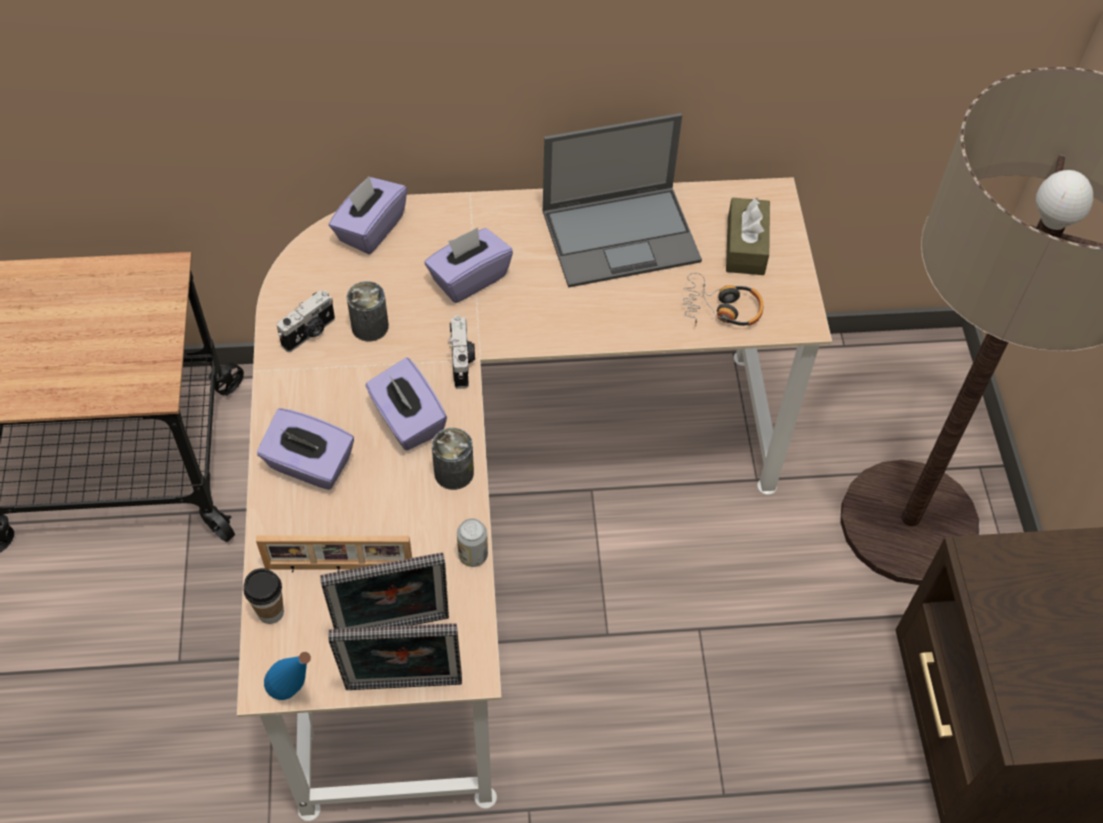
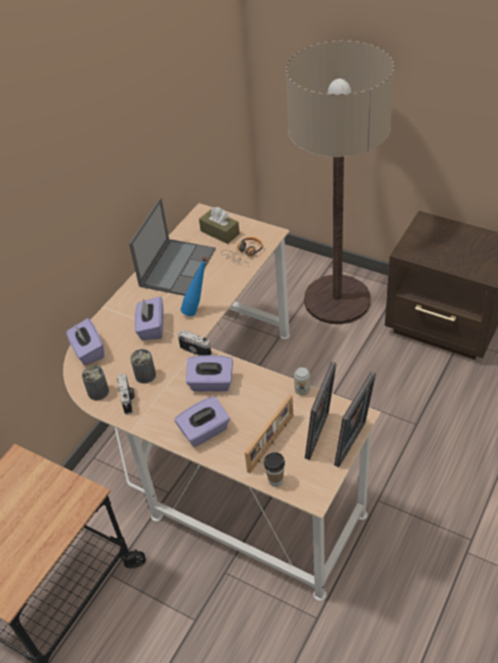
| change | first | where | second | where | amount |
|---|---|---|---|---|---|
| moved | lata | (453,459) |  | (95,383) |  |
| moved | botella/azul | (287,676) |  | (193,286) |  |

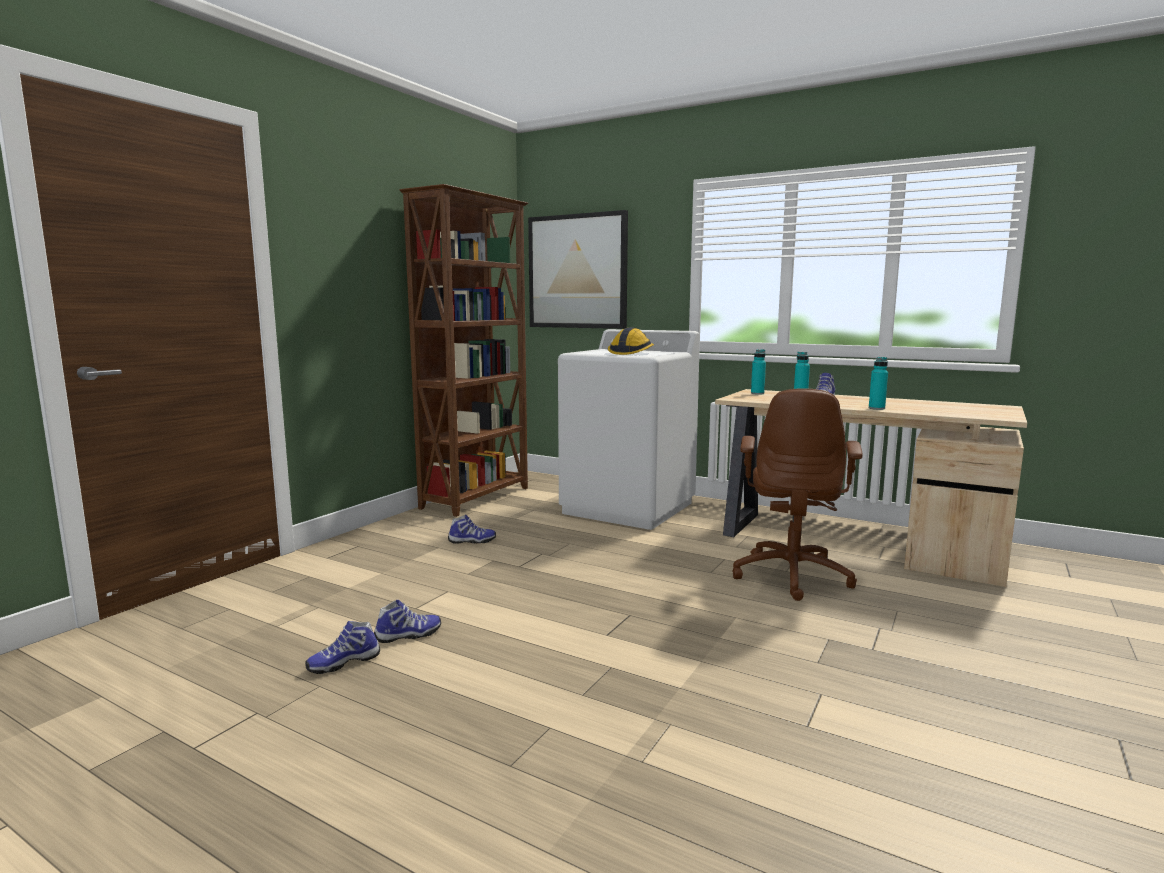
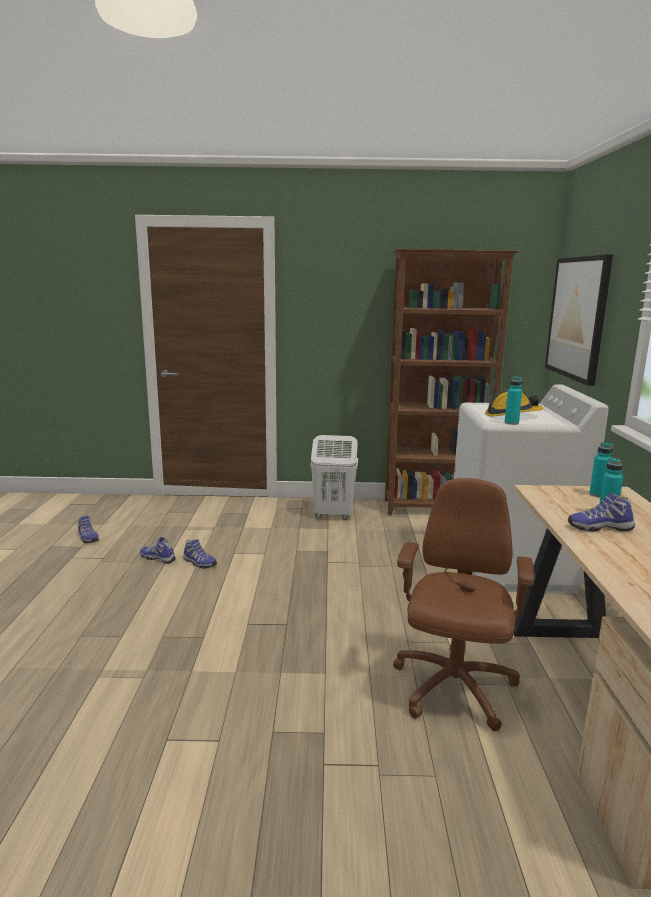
| change | first | where | second | where | amount |
|---|---|---|---|---|---|
| moved | zapato | (472,529) |  | (88,529) |  |
| added |  |  | cesto de la ropa/blanco | (334,477) |  |
| turned | silla de oficina/marrón | (797,494) |  | (463,604) | 120 degrees clockwise |
| moved | botella/turquesa | (878,383) |  | (514,401) |  |

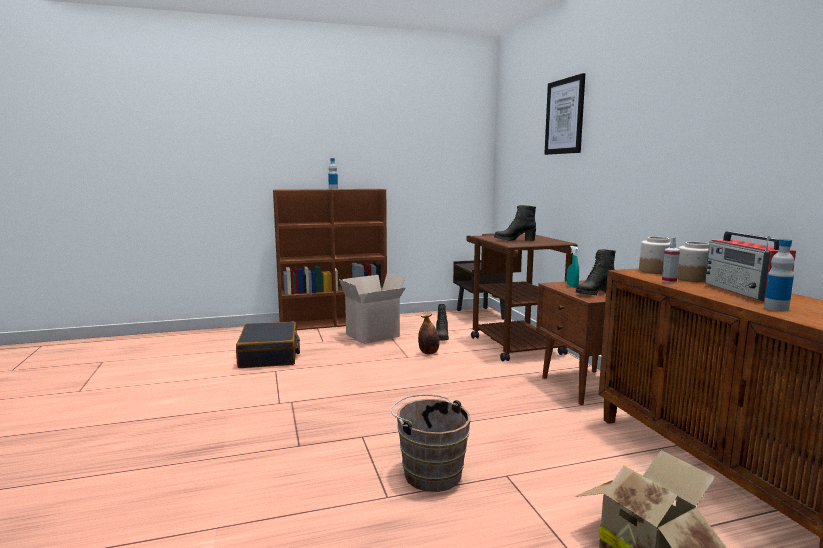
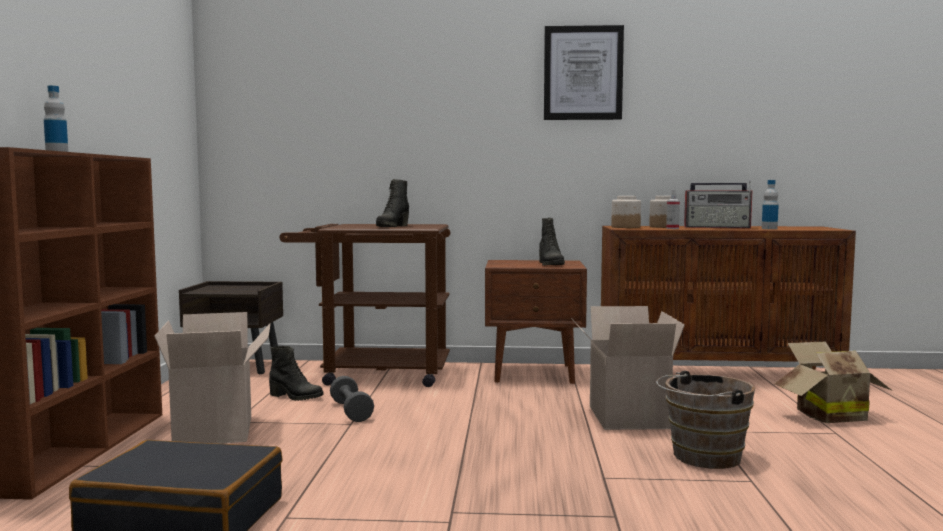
| change | first | where | second | where | amount |
|---|---|---|---|---|---|
| replaced | botella | (428,333) | mancuerna/gris | (352,399) |  |
| moved | cuadro | (564,114) |  | (584,72) |  |
| added |  |  | caja de cartón | (628,368) |  |
| removed | pulverizador/turquesa | (572,267) |  |  |  |

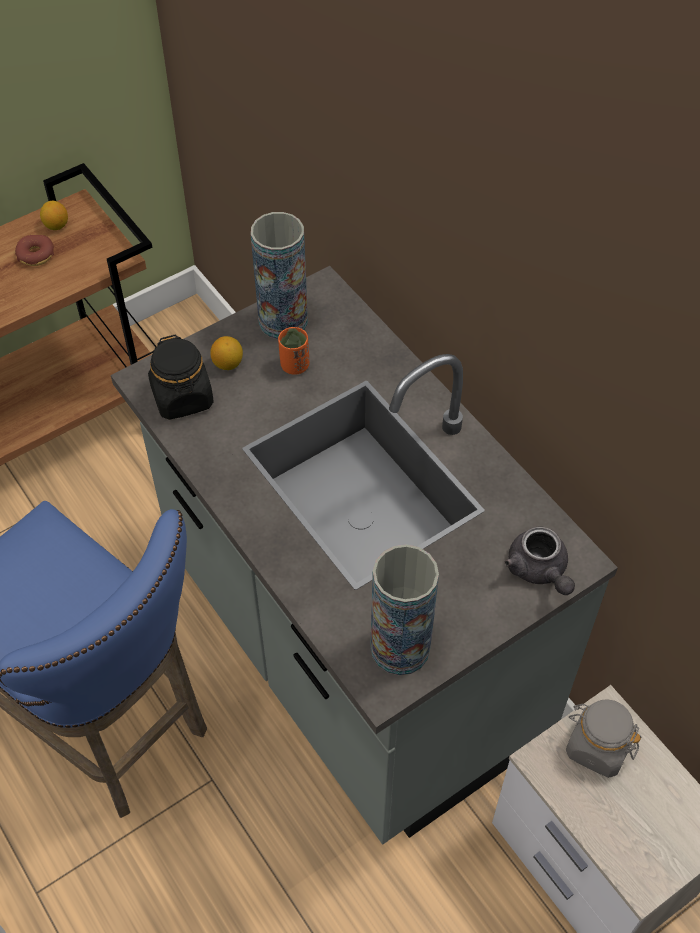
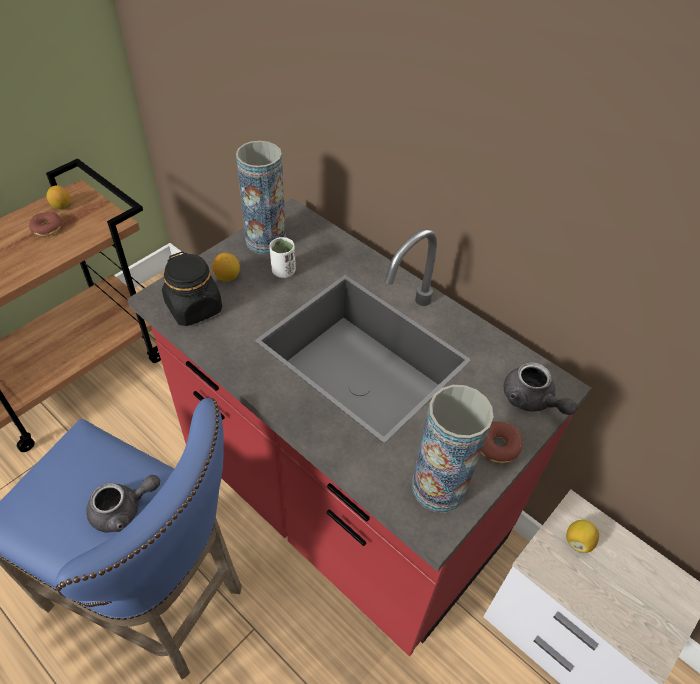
| change | first | where | second | where | amount |
|---|---|---|---|---|---|
| added |  |  | tetera/gris | (123,503) |  |
| recoloured | mueble bajo de cocina/gris | (364,555) | mueble bajo de cocina/rojo | (359,427) |  |
| recoloured | taza/naranja | (293,351) | taza/blanco | (282,257) |  |
| added |  |  | rosquilla | (502,442) |  |
| replaced | tarro/gris | (604,738) | limón | (582,536) |  |

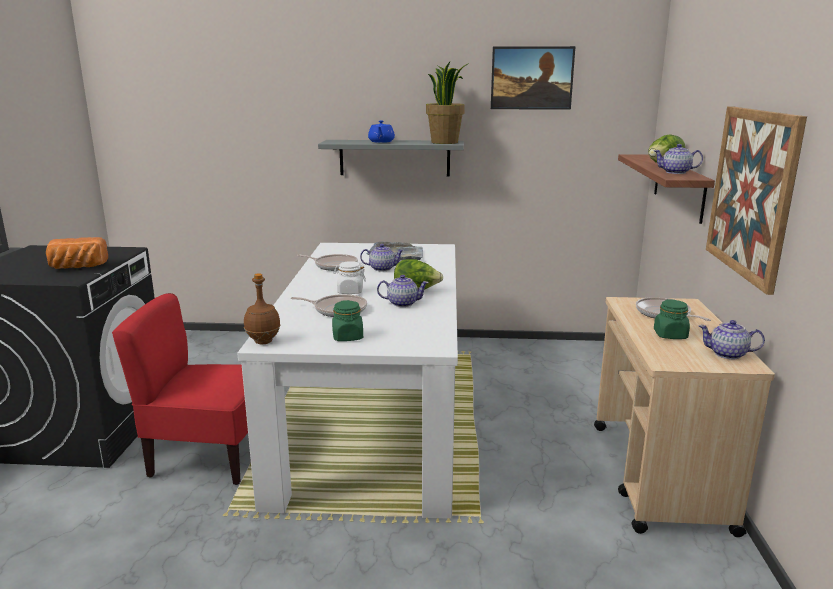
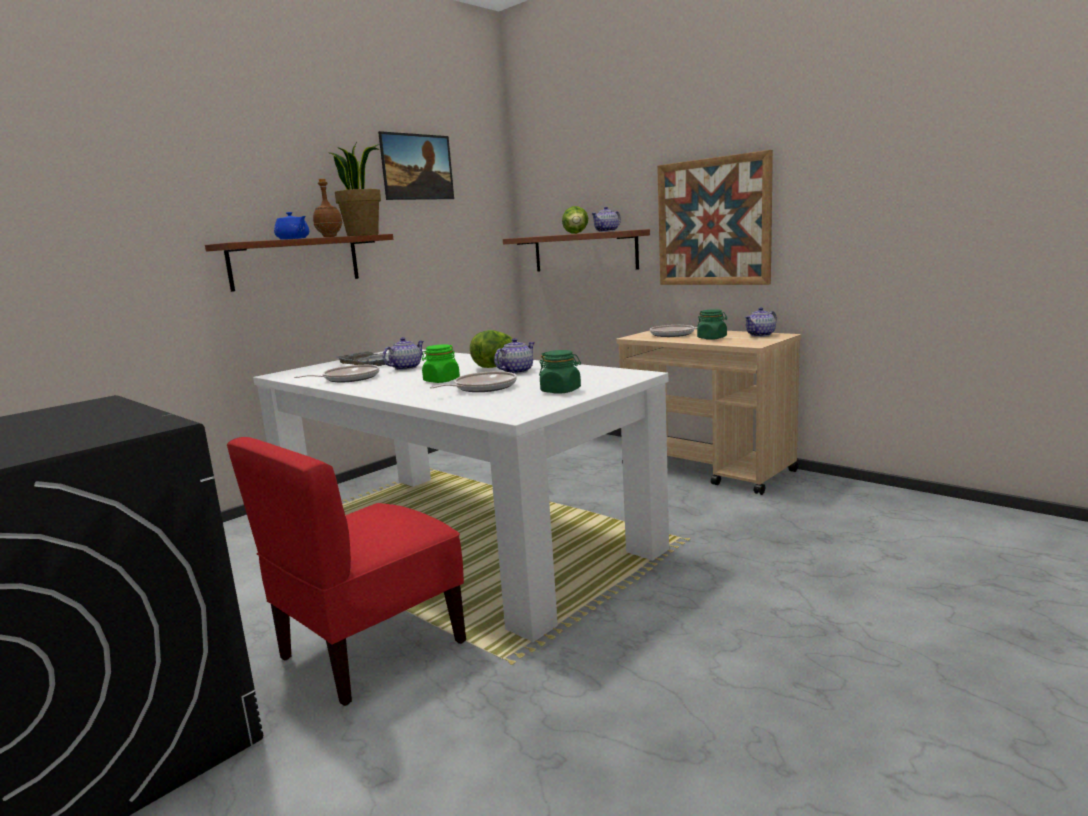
| change | first | where | second | where | amount |
|---|---|---|---|---|---|
| recoloured | estante/gris | (391,158) | estante/marrón | (299,263) |  |
| moved | botella/marrón | (262,308) |  | (328,208) |  |
| recoloured | tarro/blanco | (349,277) | tarro/verde | (441,363) |  |
| removed | pan | (77,253) |  |  |  |

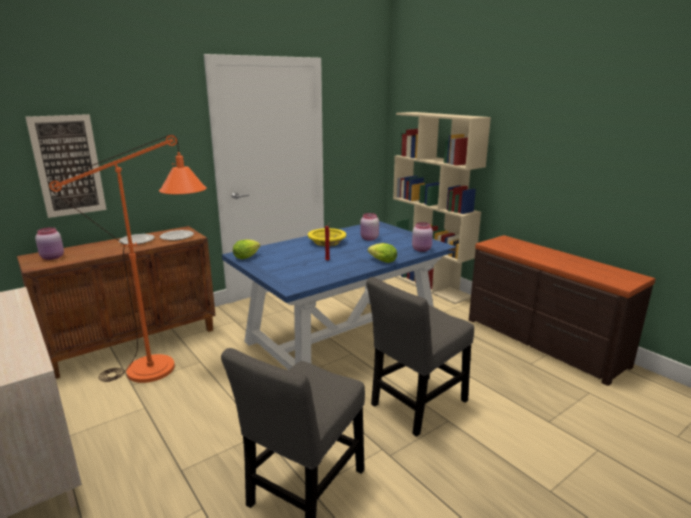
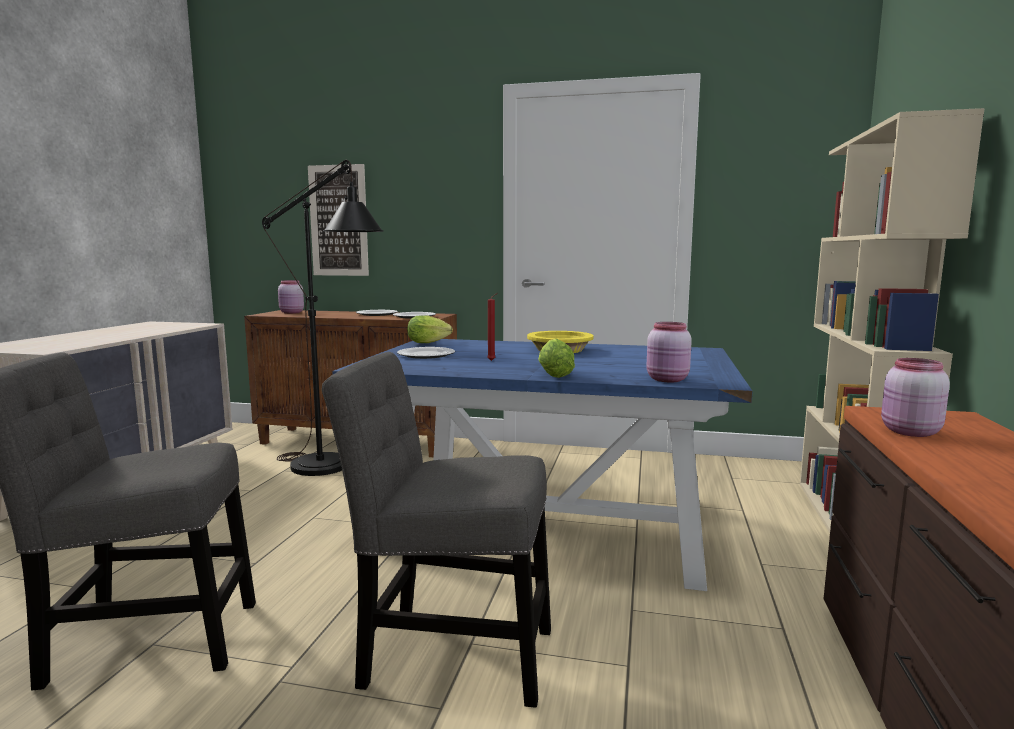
| change | first | where | second | where | amount |
|---|---|---|---|---|---|
| recoloured | lámpara de pie/naranja | (128,259) | lámpara de pie/negro | (322,318) |  |
| added |  |  | plato | (426,353) |  |
| moved | tarro/rosa | (369,227) |  | (915,397) |  |

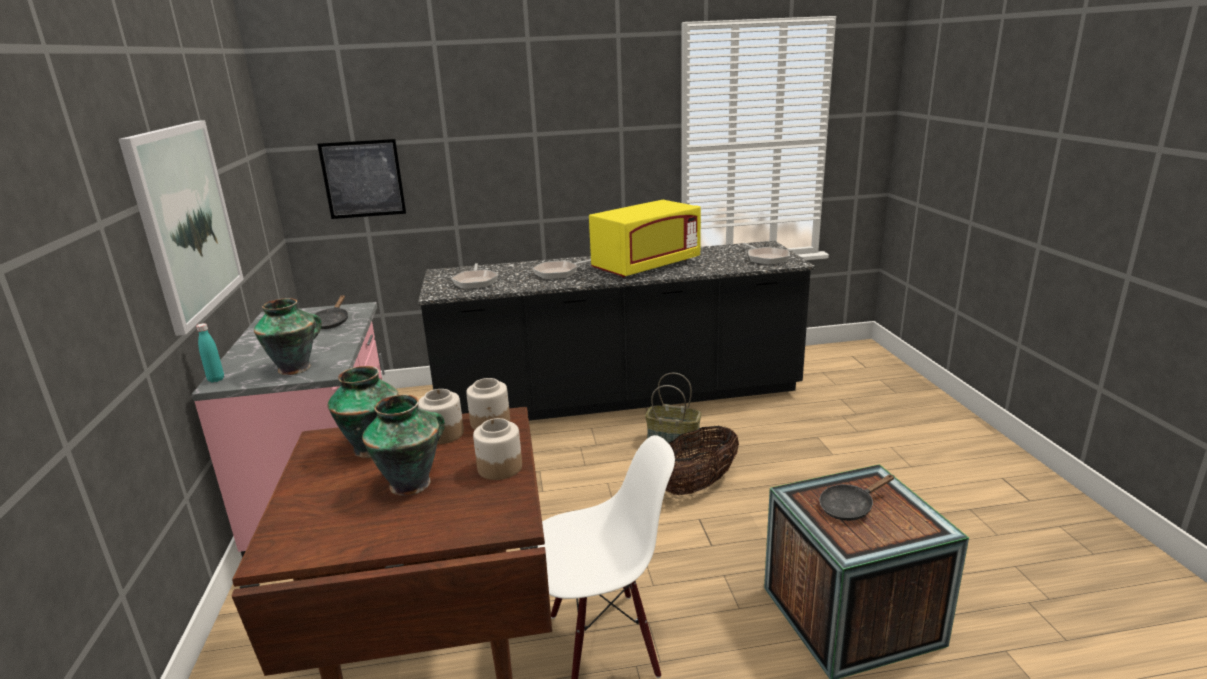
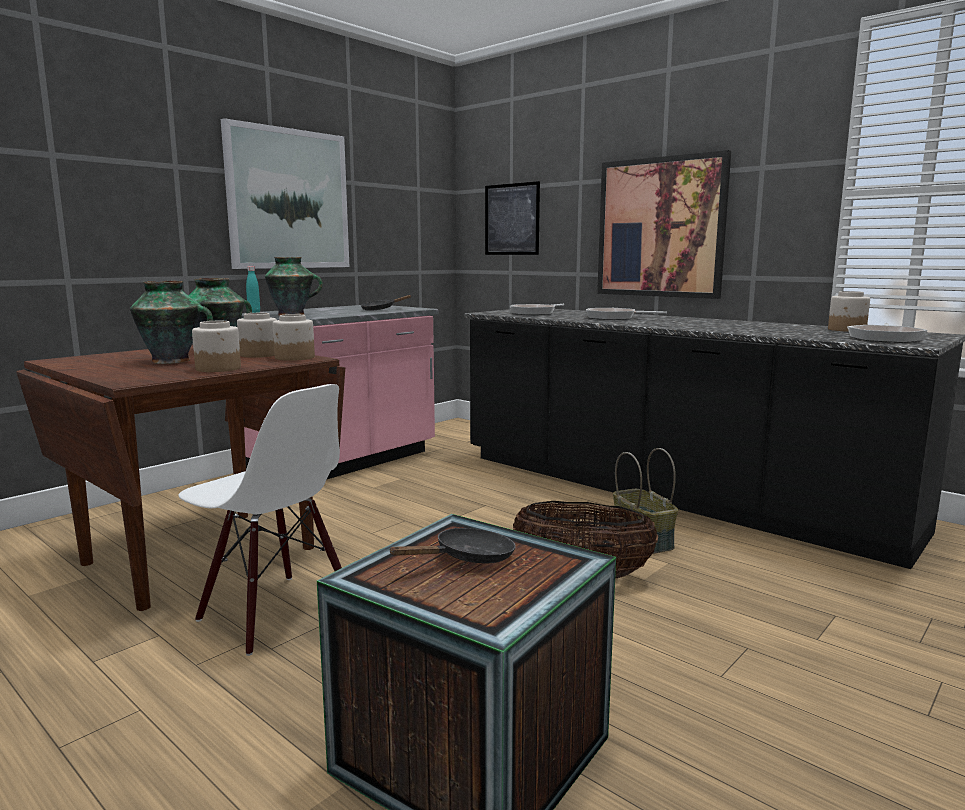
| change | first | where | second | where | amount |
|---|---|---|---|---|---|
| turned | sartén/negro | (856,498) |  | (452,545) | 120 degrees clockwise |
| added |  |  | cuadro | (664,224) |  |
| added |  |  | tarro | (849,311) |  |
| removed | microondas/amarillo | (645,238) |  |  |  |

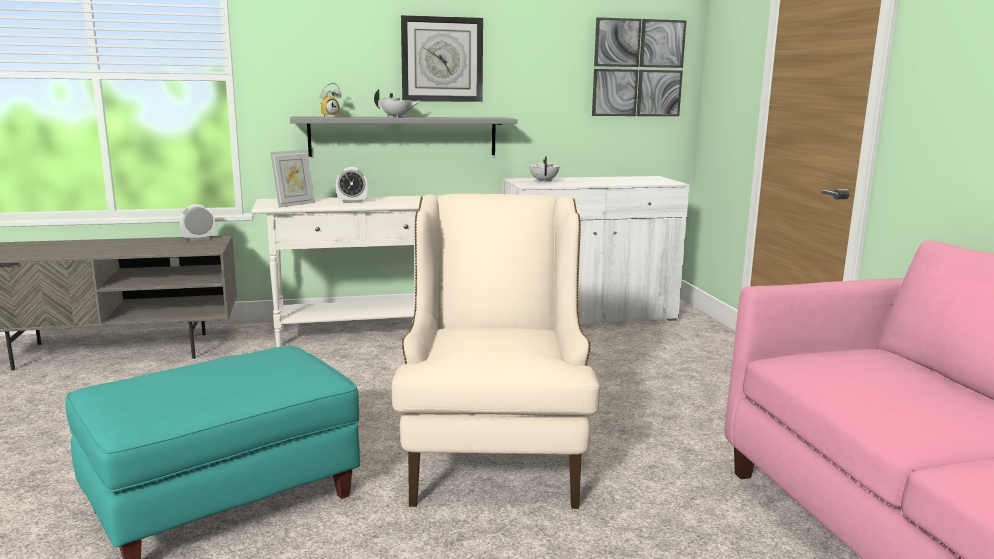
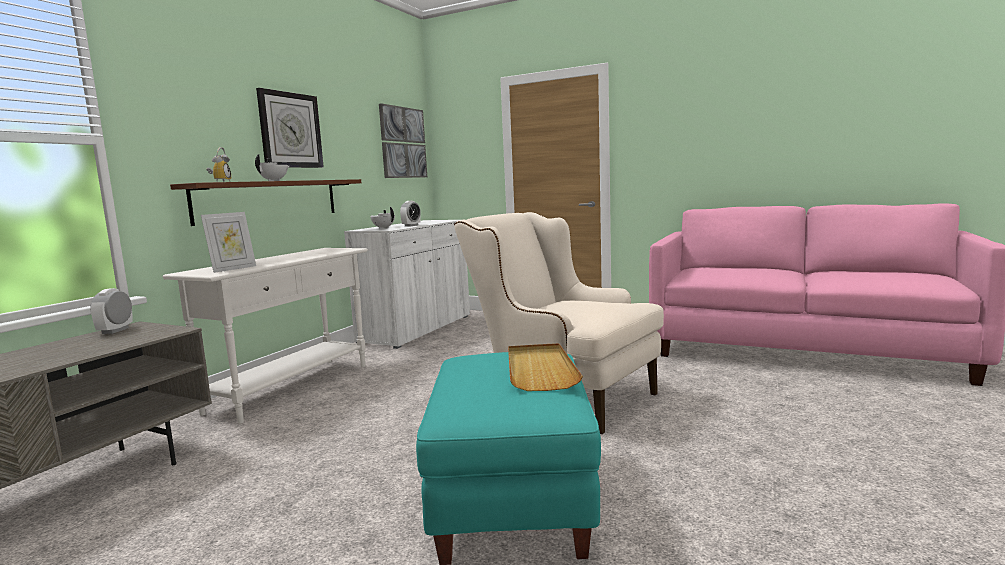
| change | first | where | second | where | amount |
|---|---|---|---|---|---|
| recoloured | estante/gris | (403,137) | estante/marrón | (265,202) |  |
| turned | portarretratos | (292,179) |  | (228,242) | 45 degrees clockwise |
| moved | despertador | (352,185) |  | (410,214) |  |
| added |  |  | bandeja/beis | (545,367) |  |

